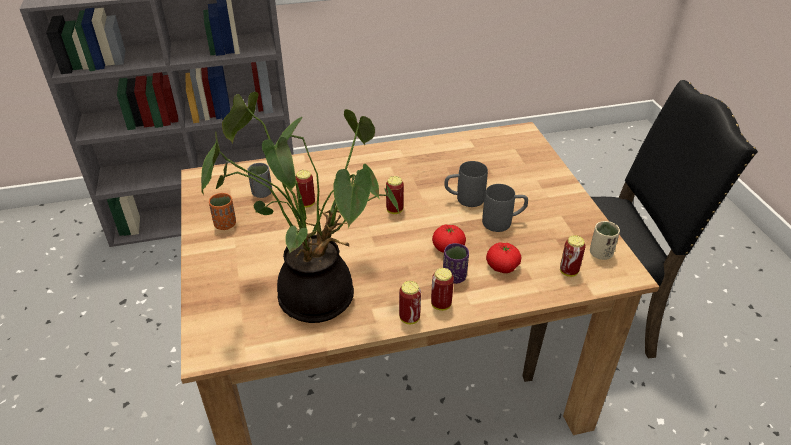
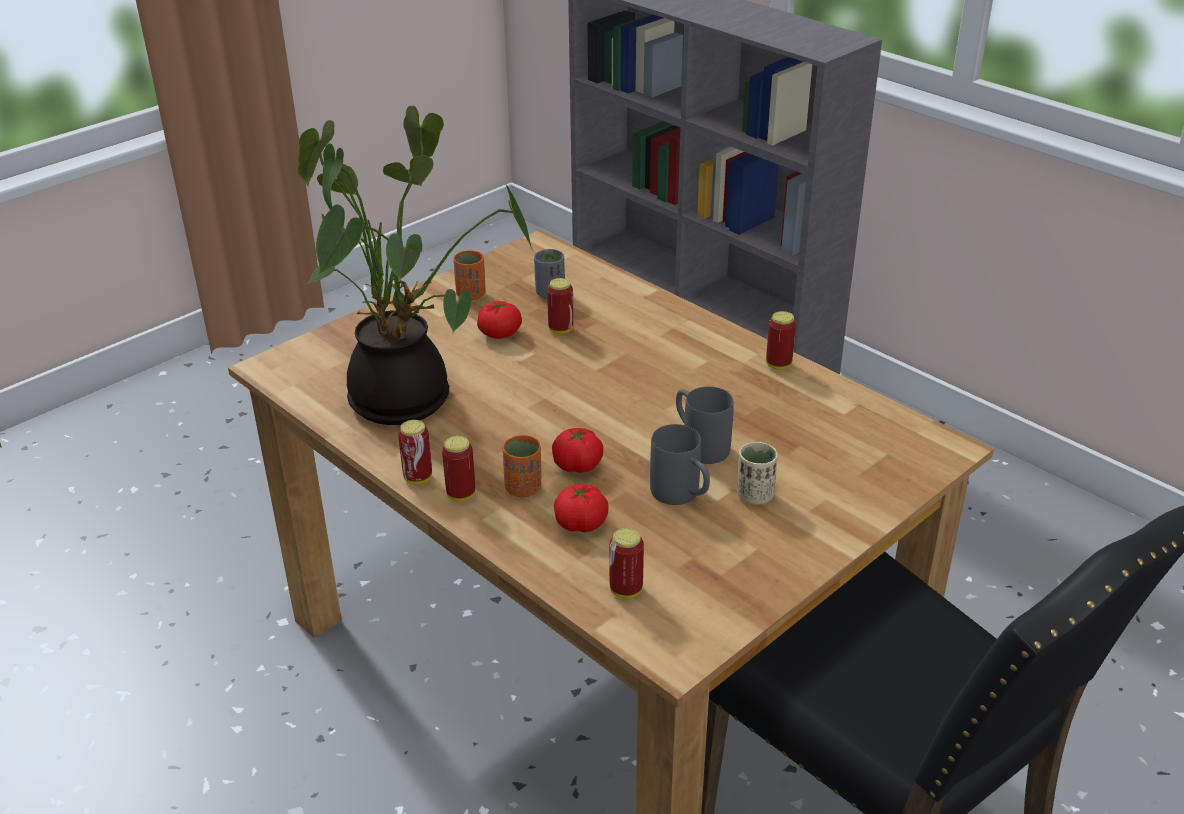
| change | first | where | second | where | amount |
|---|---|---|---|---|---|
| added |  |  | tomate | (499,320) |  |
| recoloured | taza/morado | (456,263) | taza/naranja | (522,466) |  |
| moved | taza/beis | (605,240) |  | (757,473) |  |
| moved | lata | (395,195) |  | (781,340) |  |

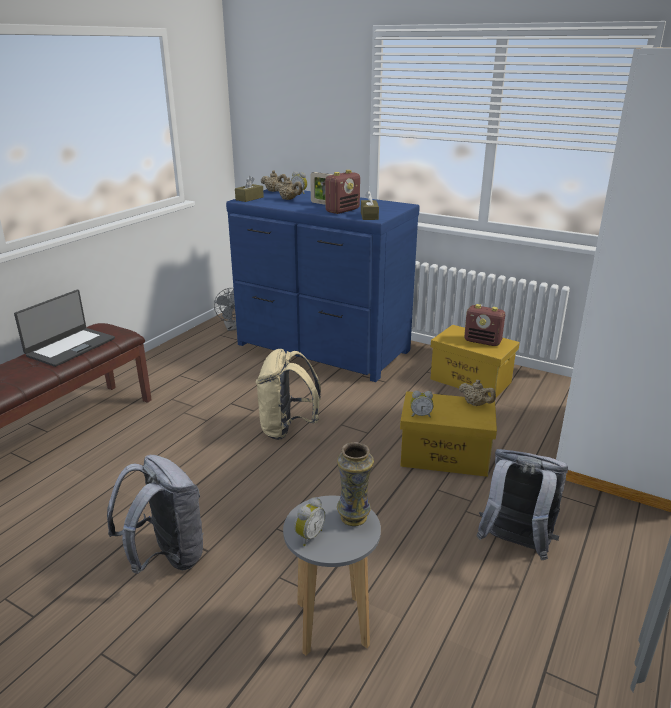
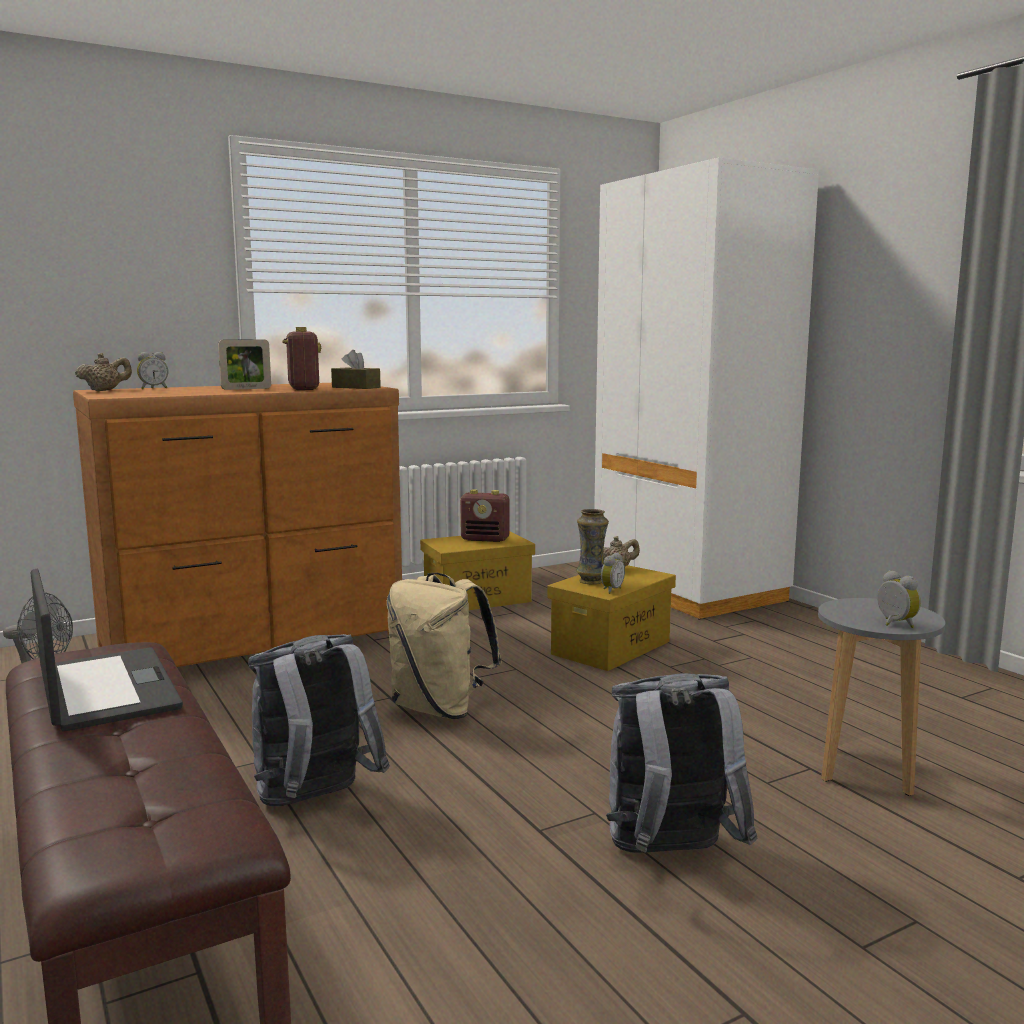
| change | first | where | second | where | amount |
|---|---|---|---|---|---|
| recoloured | cómoda/azul | (323,285) | cómoda/marrón | (237,525) |  |
| moved | mochila/gris | (522,504) |  | (319,720) |  |
| turned | radio | (484,325) |  | (485,515) | 45 degrees clockwise |
| moved | florero | (355,484) |  | (592,547) |  |
| removed | caja de pañuelos/marrón | (249,189) |  |  |  |
| removed | tetera/beis | (289,189) |  |  |  |

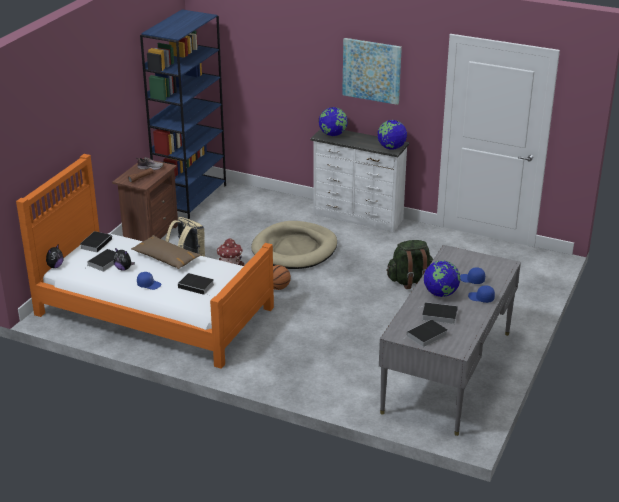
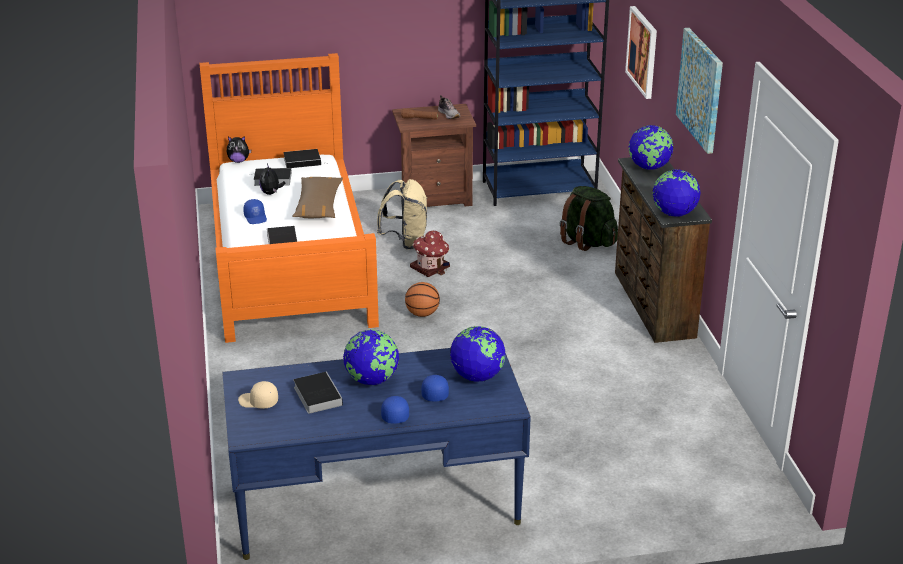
| change | first | where | second | where | amount |
|---|---|---|---|---|---|
| recoloured | escritorio/gris | (450,340) | escritorio/azul | (376,454) |  |
| replaced | libro | (427,333) | gorra/beis | (258,395) |  |
| added |  |  | globo terráqueo | (478,354) |  |
| moved | mochila/verde | (409,264) |  | (589,218) |  |
| recoloured | cómoda/blanco | (360,180) | cómoda/marrón | (663,250) |  |
| added |  |  | cuadro | (641,52) |  |
| removed | cama para perro/beis | (294,245) |  |  |  |

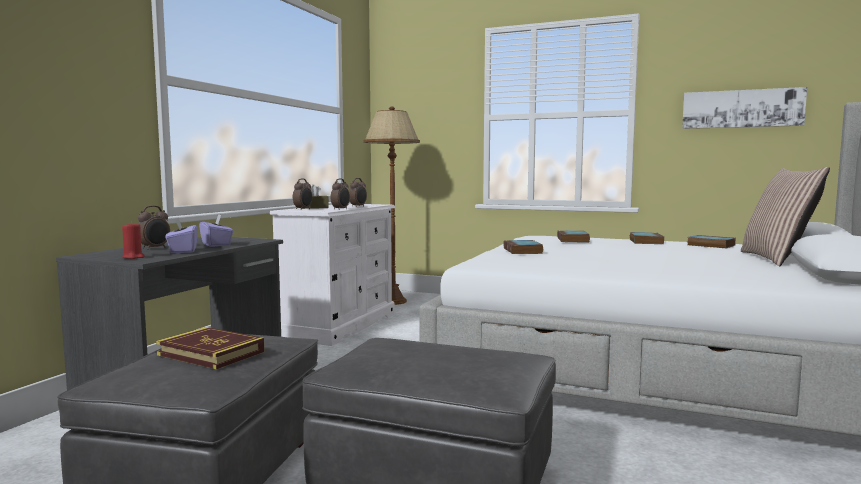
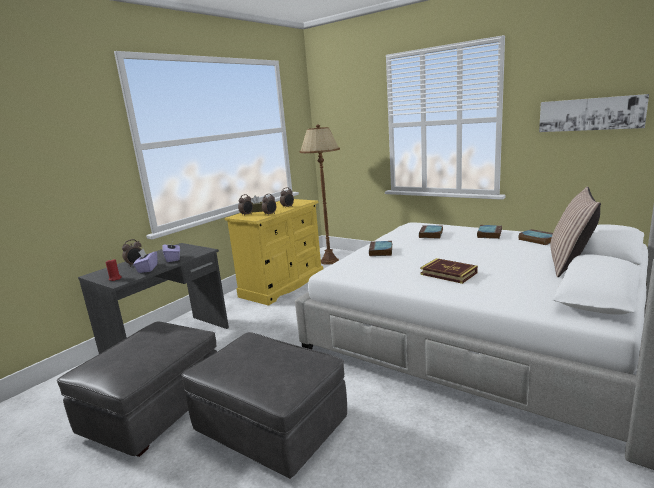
| change | first | where | second | where | amount |
|---|---|---|---|---|---|
| recoloured | cómoda/blanco | (332,275) | cómoda/amarillo | (274,252) |  |
| moved | libro | (210,348) |  | (449,271) |  |

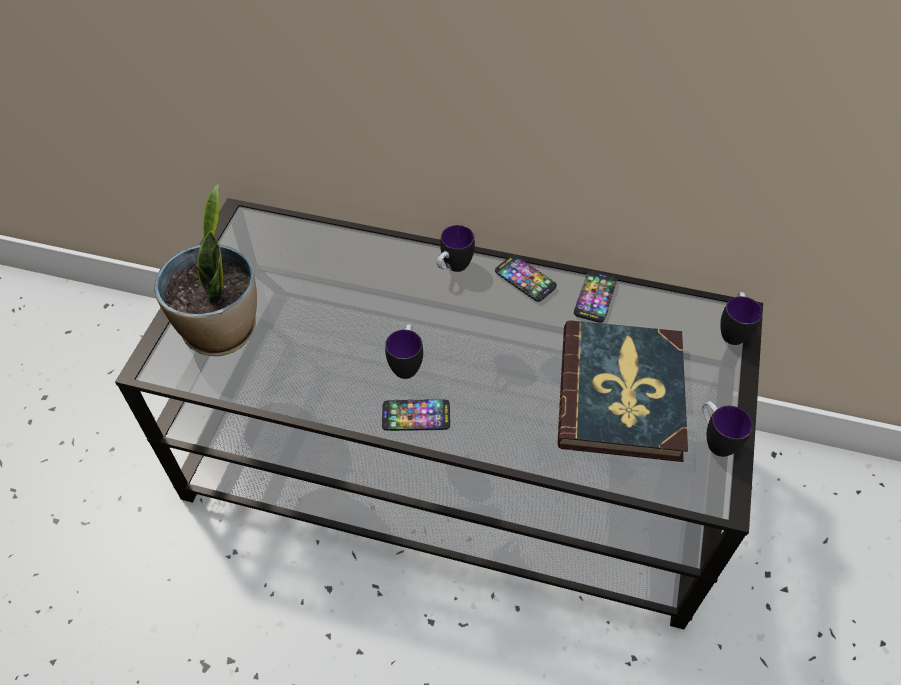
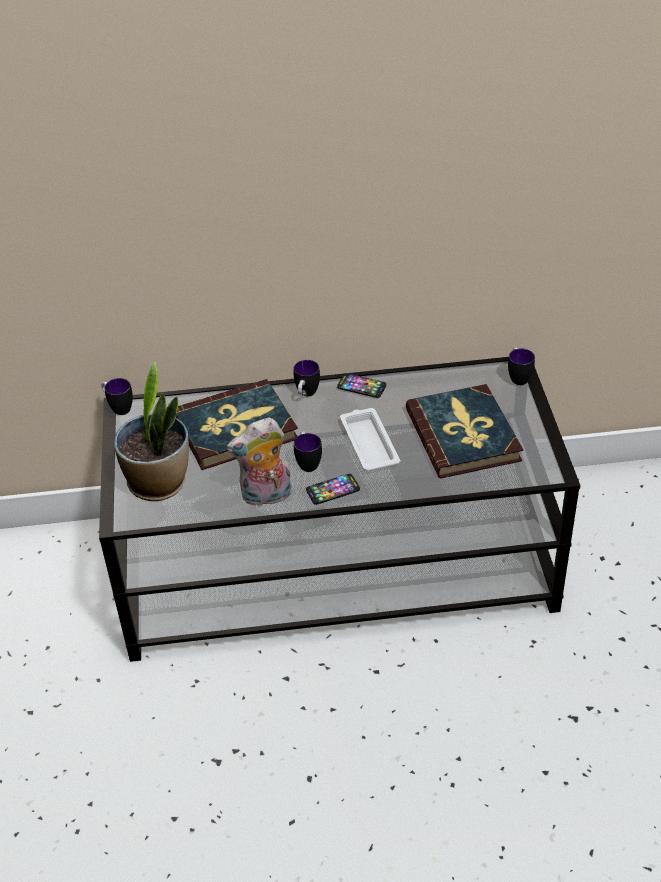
| change | first | where | second | where | amount |
|---|---|---|---|---|---|
| moved | taza grande | (728,429) |  | (117,396) |  |
| added |  |  | libro | (237,424) |  |
| added |  |  | peluche | (259,462) |  |
| added |  |  | bandeja/blanco | (370,439) |  |
| removed | móvil | (595,297) |  |  |  |

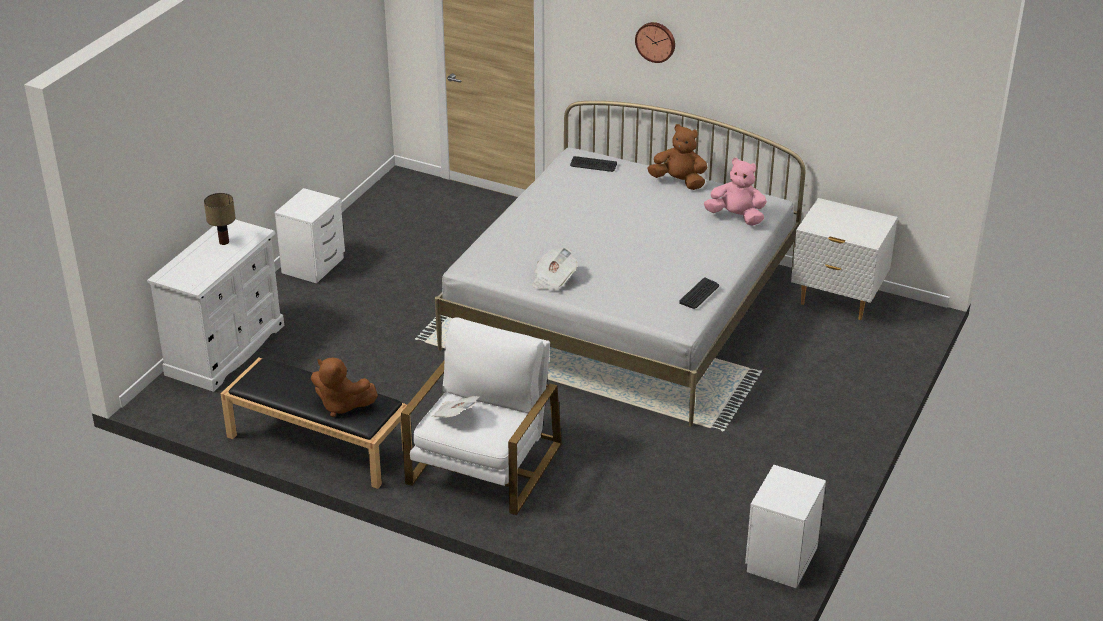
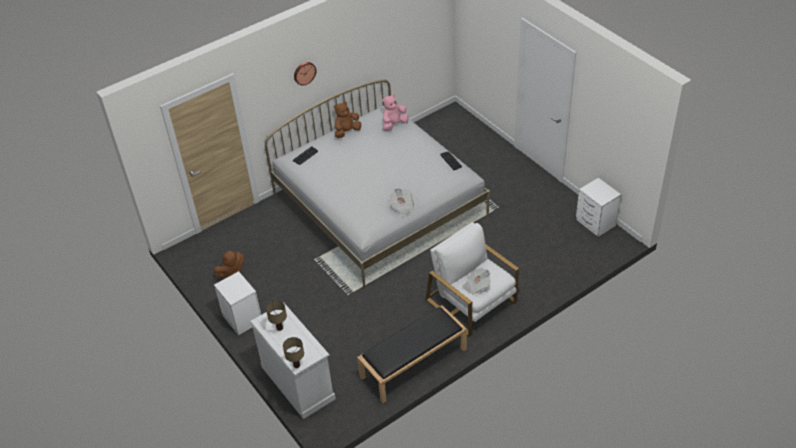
| change | first | where | second | where | amount |
|---|---|---|---|---|---|
| moved | peluche/marrón | (344,387) |  | (229,264) |  |
| added |  |  | lámpara de mesa | (293,352) |  |
| removed | mesita de noche/blanco | (844,259) |  |  |  |

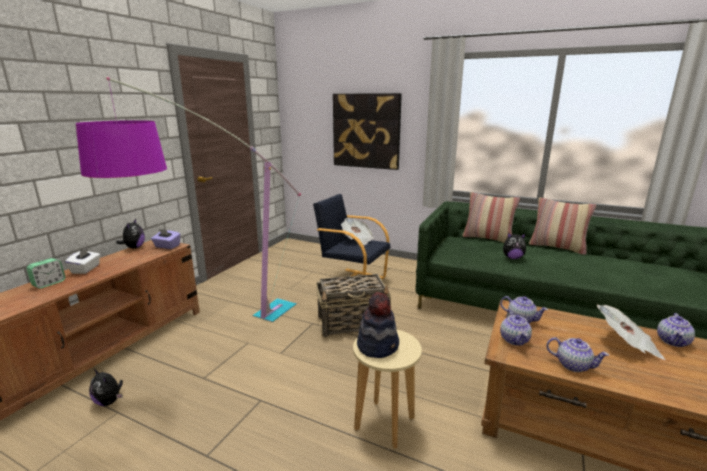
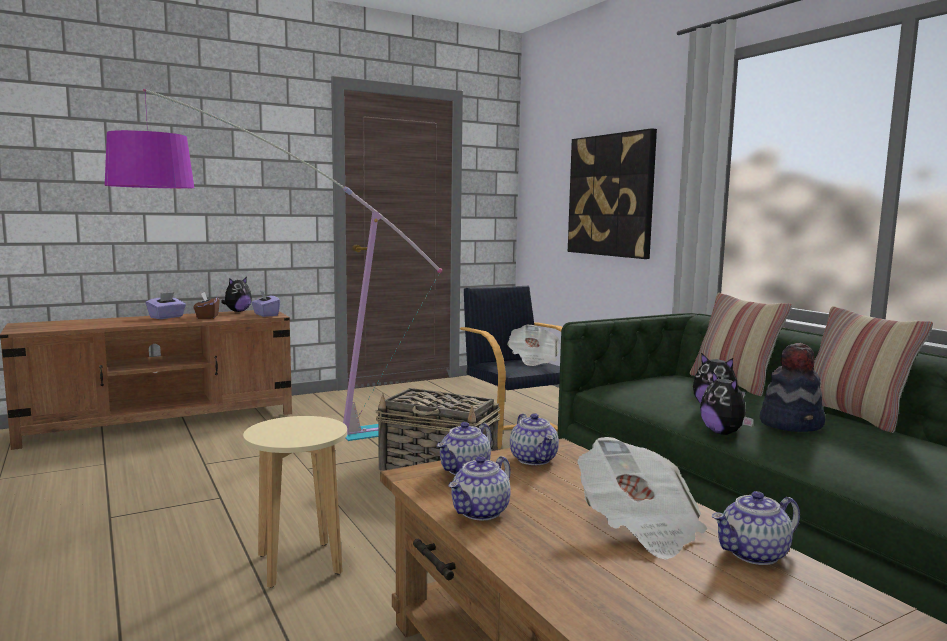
| change | first | where | second | where | amount |
|---|---|---|---|---|---|
| recoloured | caja de pañuelos/blanco | (82,260) | caja de pañuelos/morado | (166,305) |  |
| added |  |  | caja de pañuelos/marrón | (207,305) |  |
| turned | tetera | (578,354) |  | (479,488) | 60 degrees clockwise |
| moved | peluche | (106,387) |  | (727,403) |  |
| moved | sombrero | (378,325) |  | (792,387) |  |
| removed | despertador | (46,273) |  |  |  |

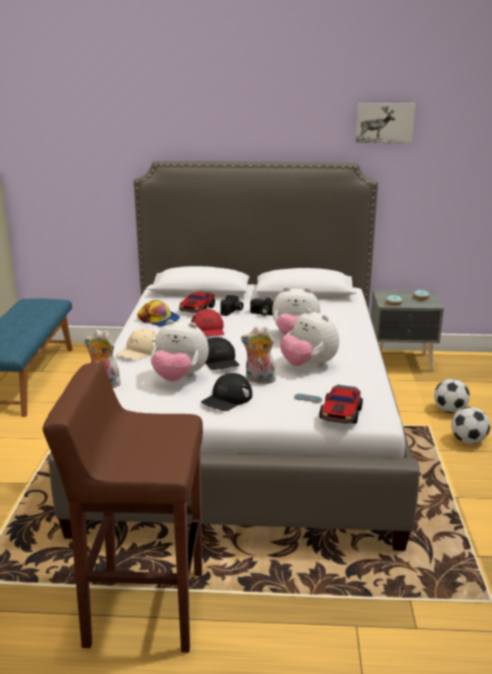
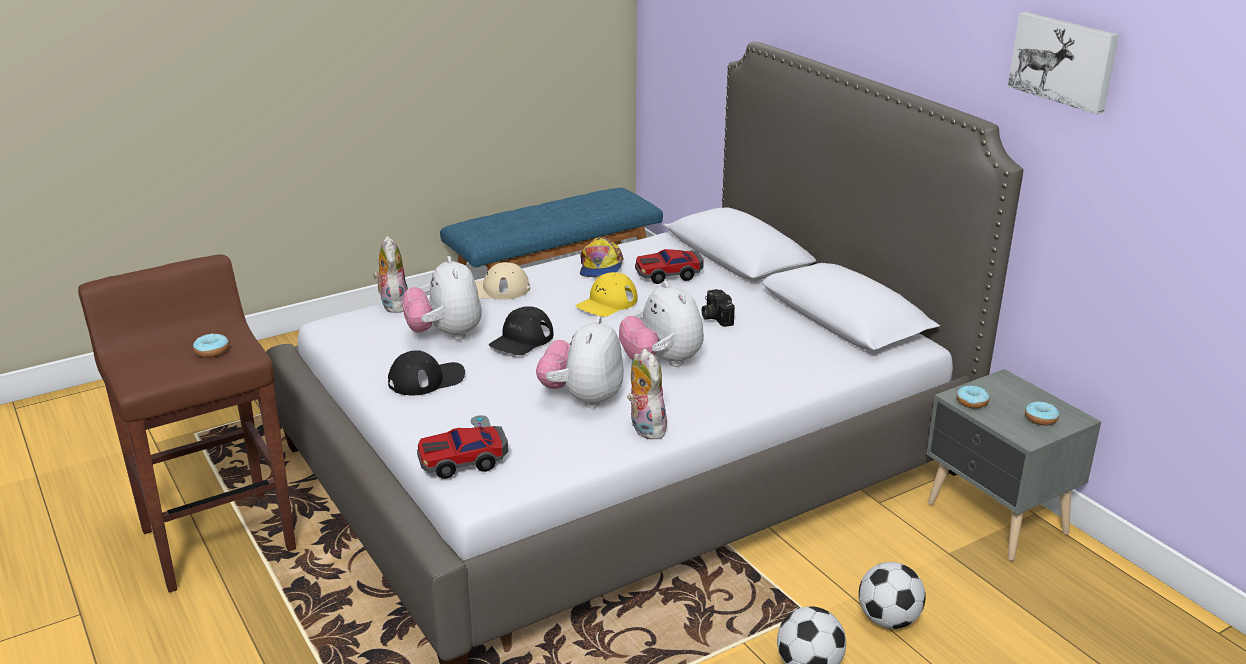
| change | first | where | second | where | amount |
|---|---|---|---|---|---|
| added |  |  | rosquilla | (211,345) |  |
| turned | gorra/negro | (226,392) |  | (426,372) | 150 degrees clockwise |
| recoloured | gorra/rojo | (207,323) | gorra/amarillo | (607,294) |  |
| moved | peluche | (259,355) |  | (647,394) |  |
| removed | cámara | (232,305) |  |  |  |

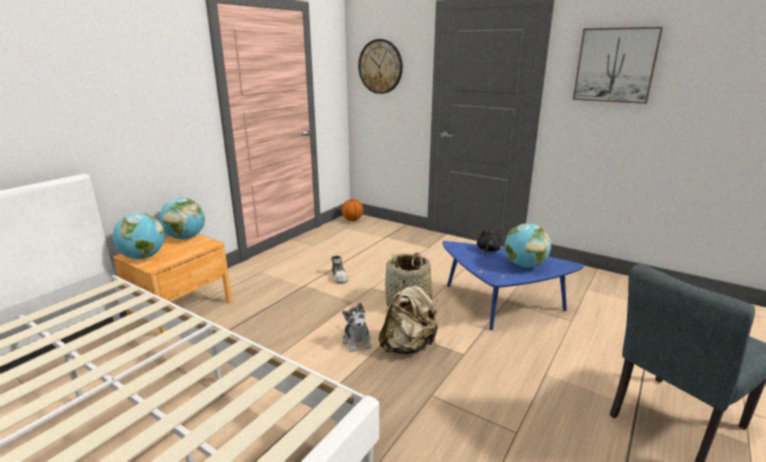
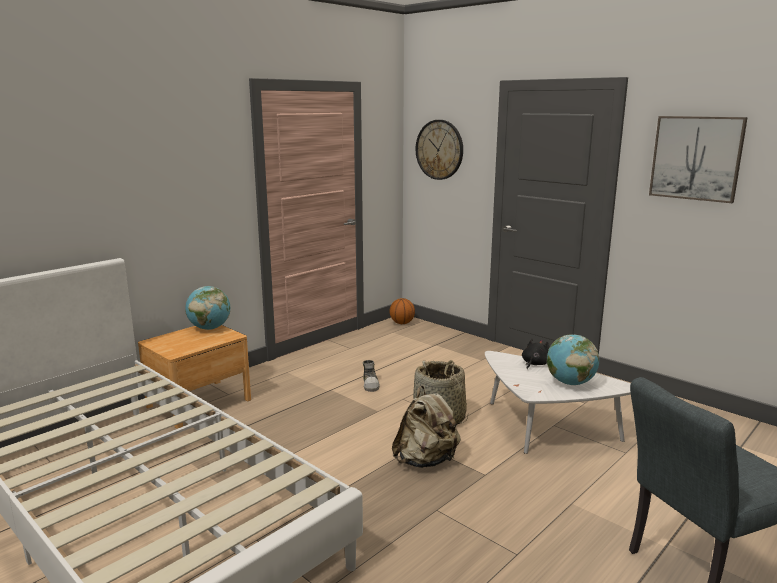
| change | first | where | second | where | amount |
|---|---|---|---|---|---|
| recoloured | mesa de centro/azul | (513,285) | mesa de centro/blanco | (558,402) |  |
| removed | globo terráqueo | (138,236) |  |  |  |
| removed | peluche | (356,327) |  |  |  |

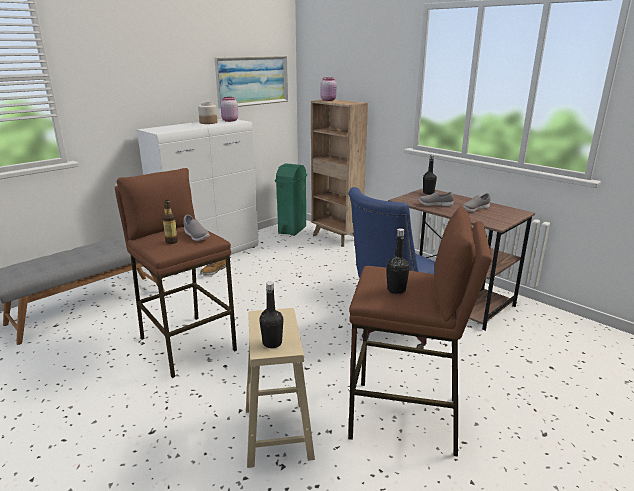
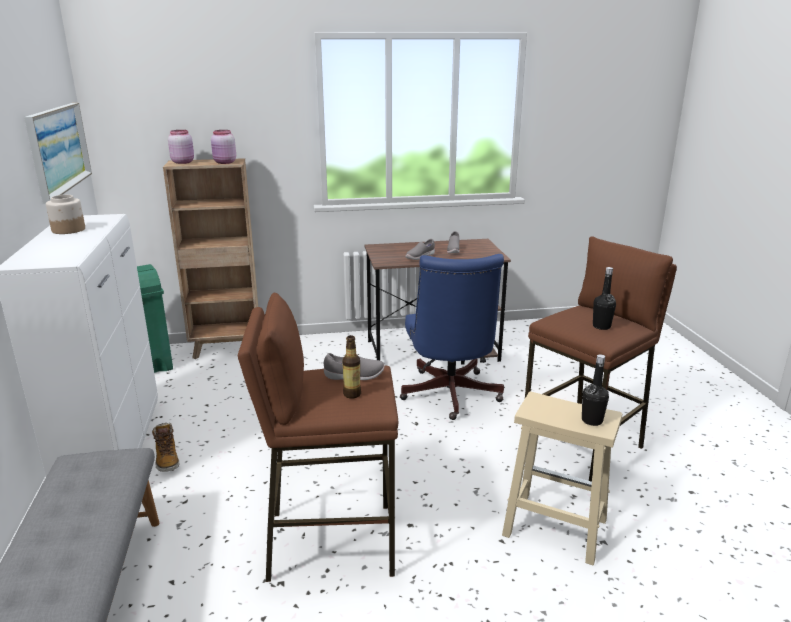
| change | first | where | second | where | amount |
|---|---|---|---|---|---|
| moved | tarro/rosa | (229,109) |  | (223,147) |  |
| removed | botella/negro | (430,175) |  |  |  |

